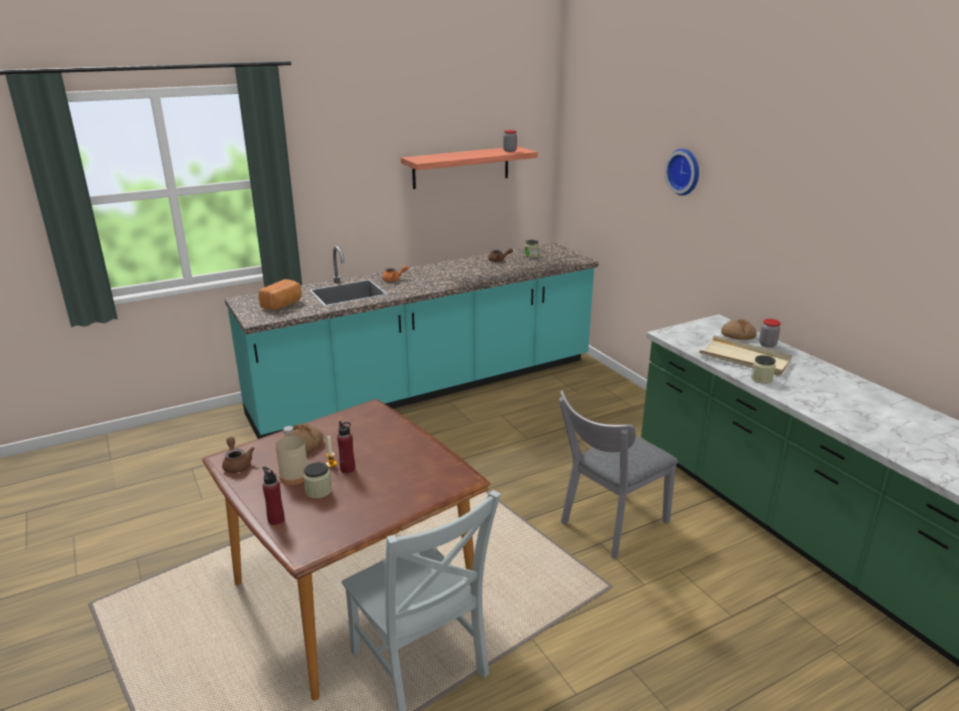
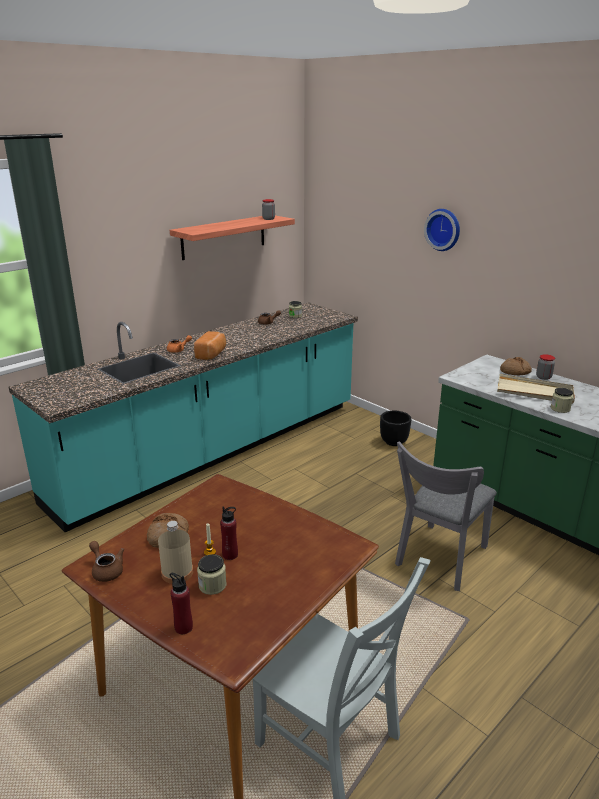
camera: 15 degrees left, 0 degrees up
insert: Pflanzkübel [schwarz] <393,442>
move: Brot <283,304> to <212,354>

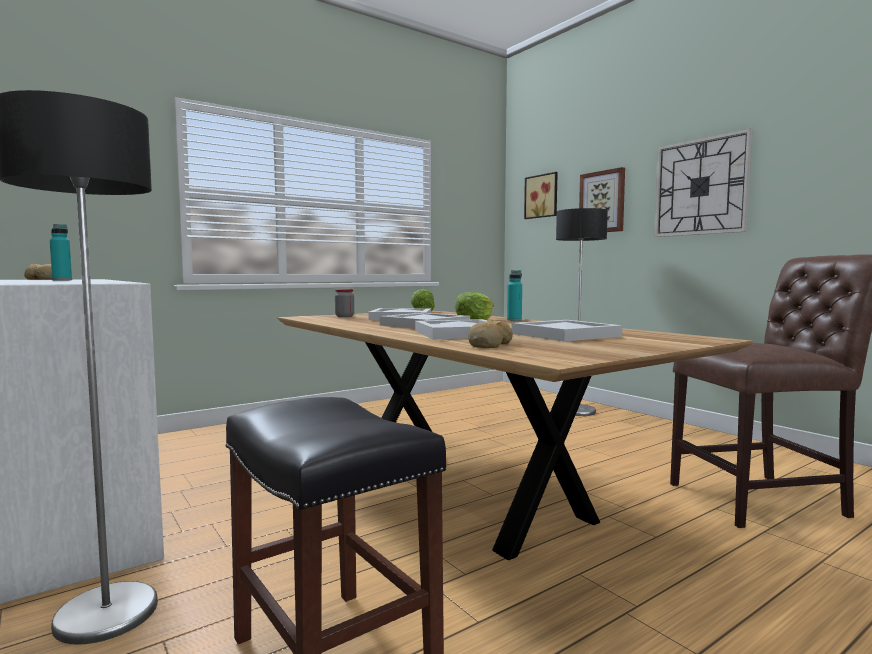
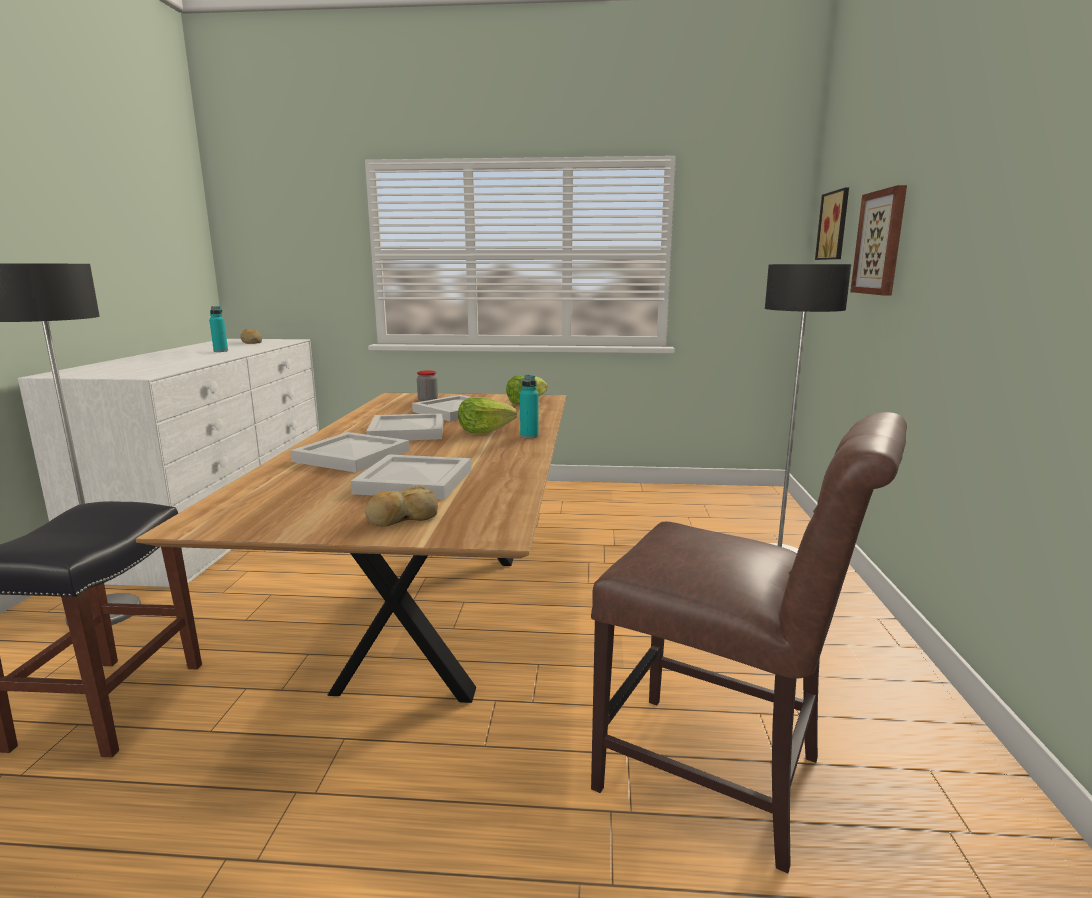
camera: 40 degrees right, 10 degrees up
delete: Wanduhr <700,187>
move: Brot <489,344> to <401,518>

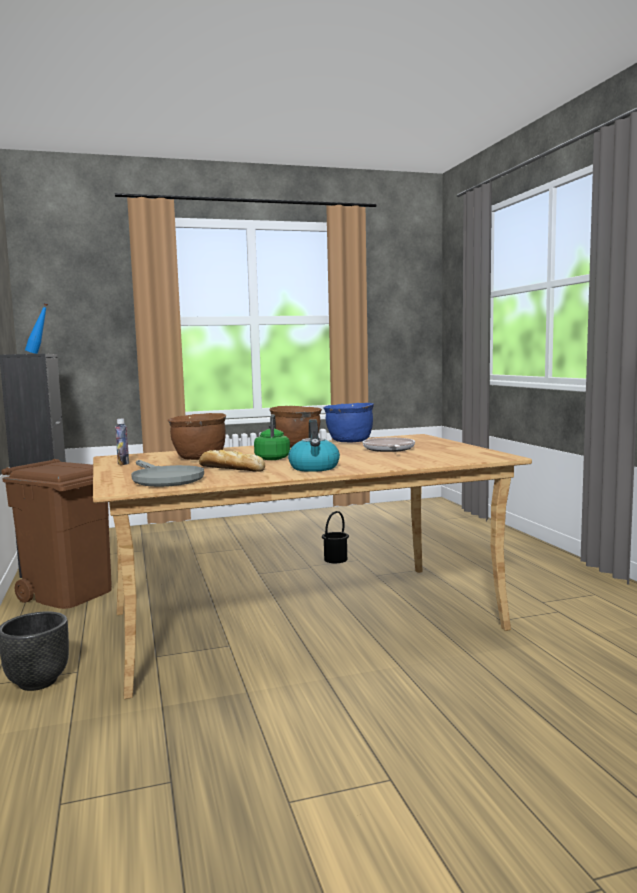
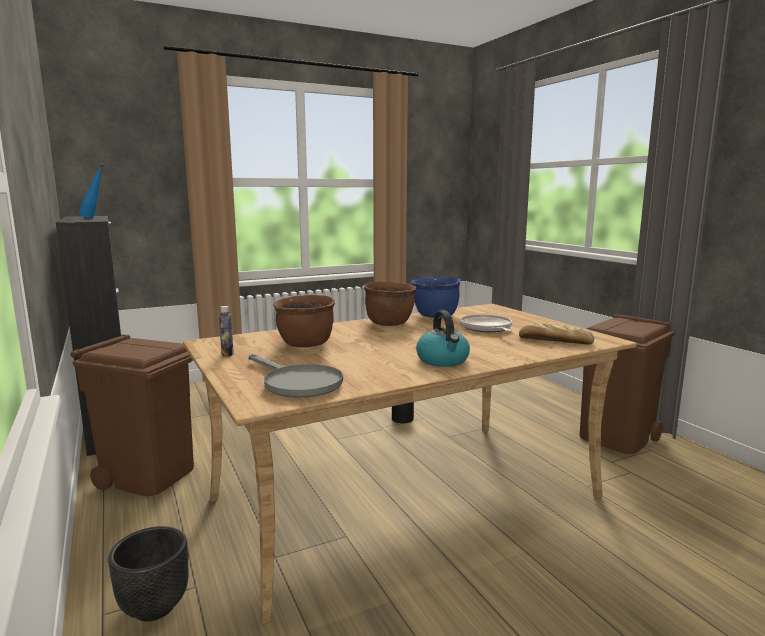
camera: 10 degrees left, 5 degrees up
delete: Wasserkessel [grün] <272,458>
insert: Mülleimer [braun] <616,437>
move: Brot <230,469> to <553,340>

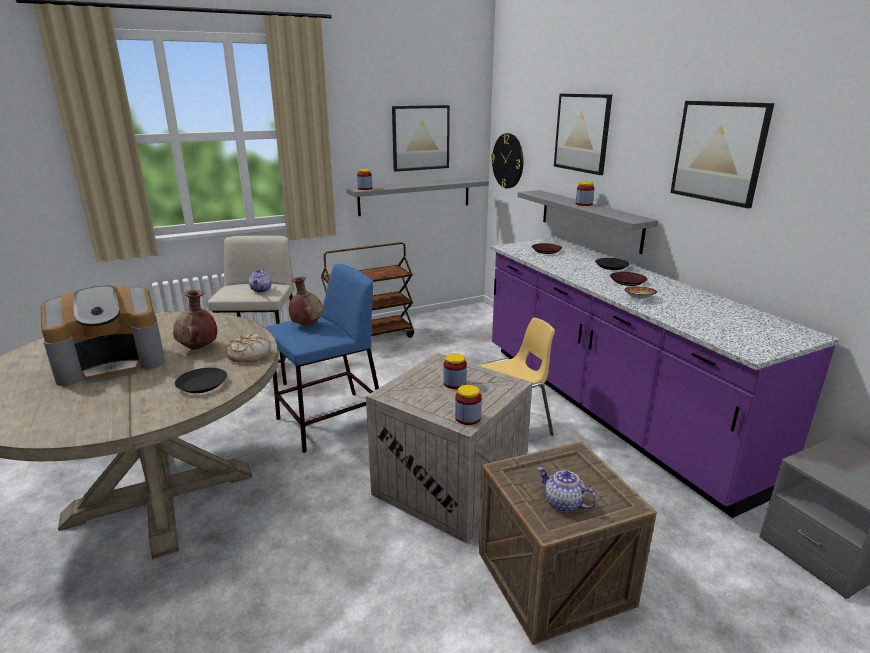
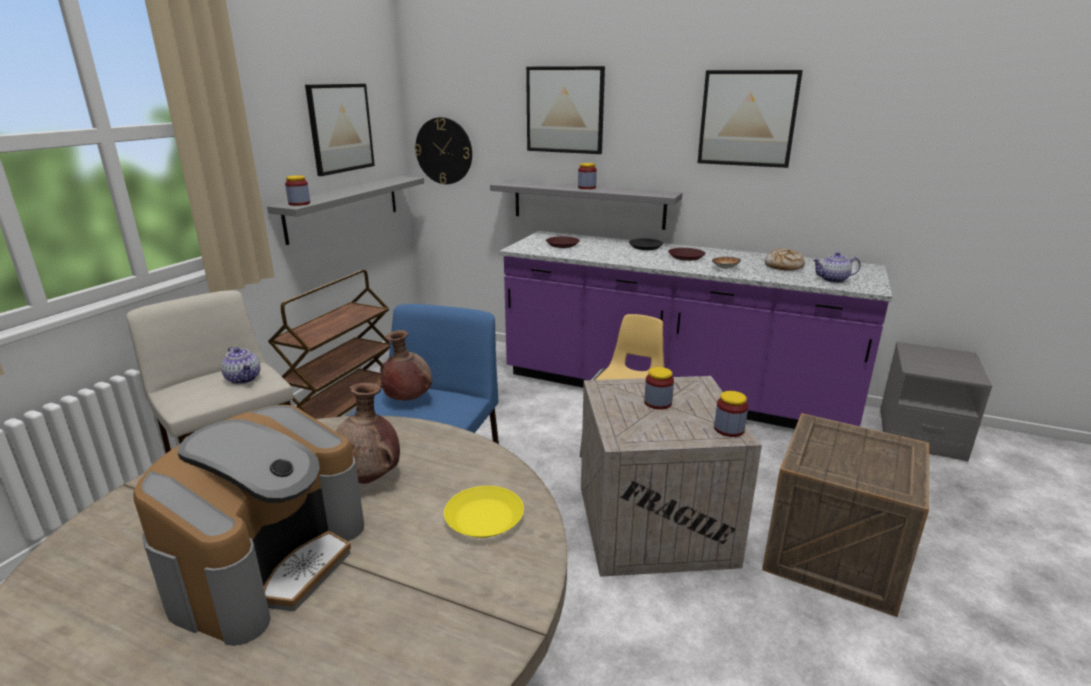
camera: 40 degrees left, 0 degrees up
move: Brot <249,355> to <783,266>; Teekanne <563,503> to <833,280>
recolor: Teller [schwarz] <202,384> to Teller [gelb] <485,518>

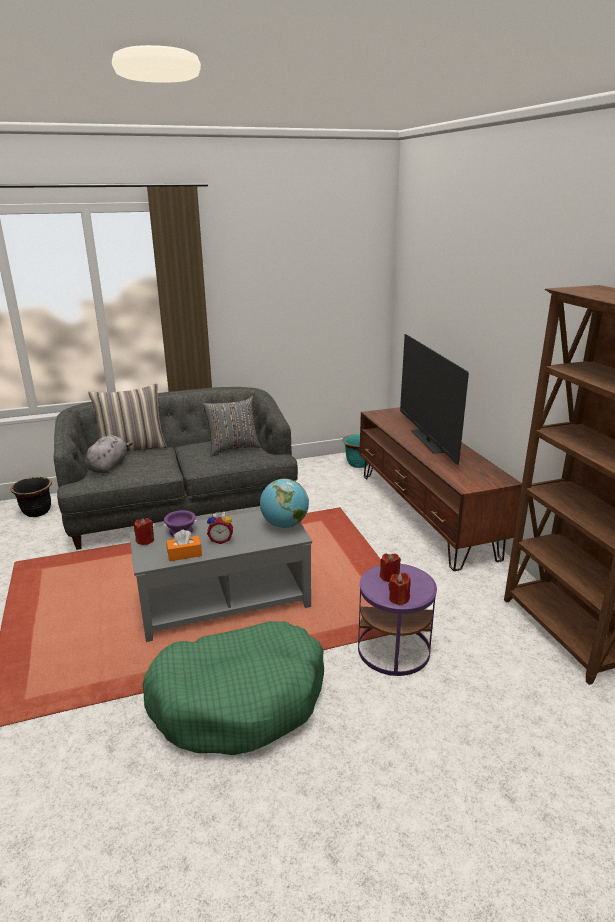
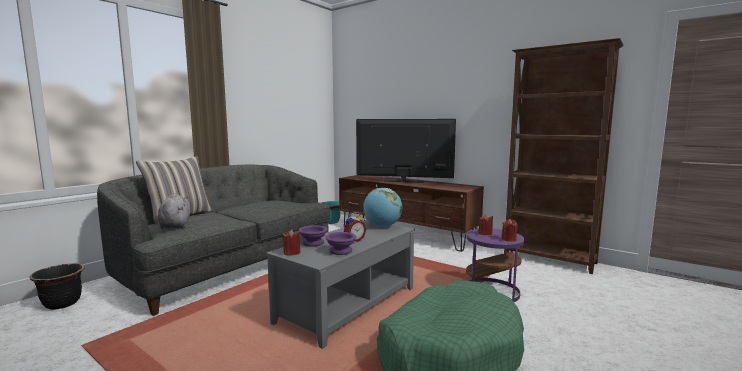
camera: 35 degrees left, 15 degrees down
delete: Kissen [grau] <233,448>
replace: Taschentuchbox [orange] <184,554> to Schüssel [lila] <341,251>
rotate: Fernseher <427,441> = <403,181> 150 degrees clockwise

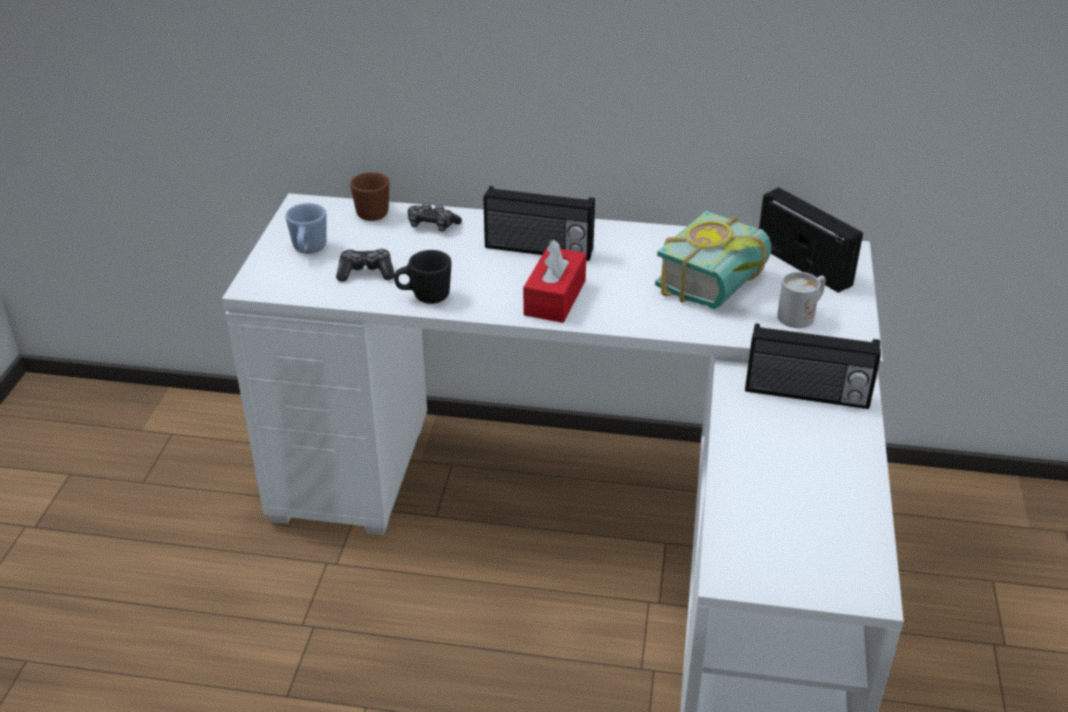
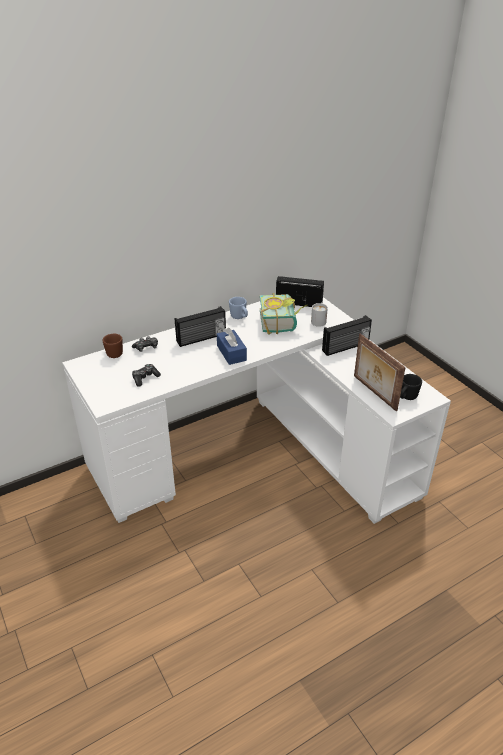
camera: 40 degrees left, 0 degrees up
insert: Bilderrahmen <373,393>
move: Henkelbecher [blau] <308,251> to <239,317>; Henkelbecher [schwarz] <424,296> to <406,397>
recolor: Taschentuchbox [rot] <555,298> to Taschentuchbox [blau] <231,353>

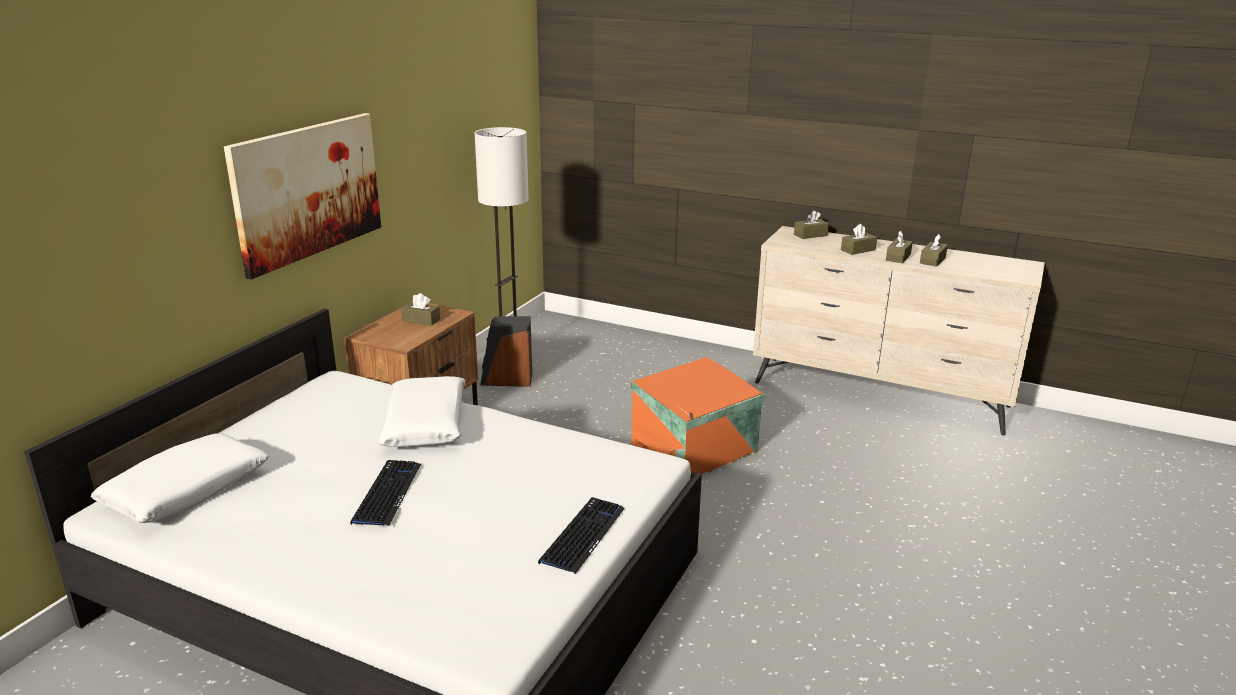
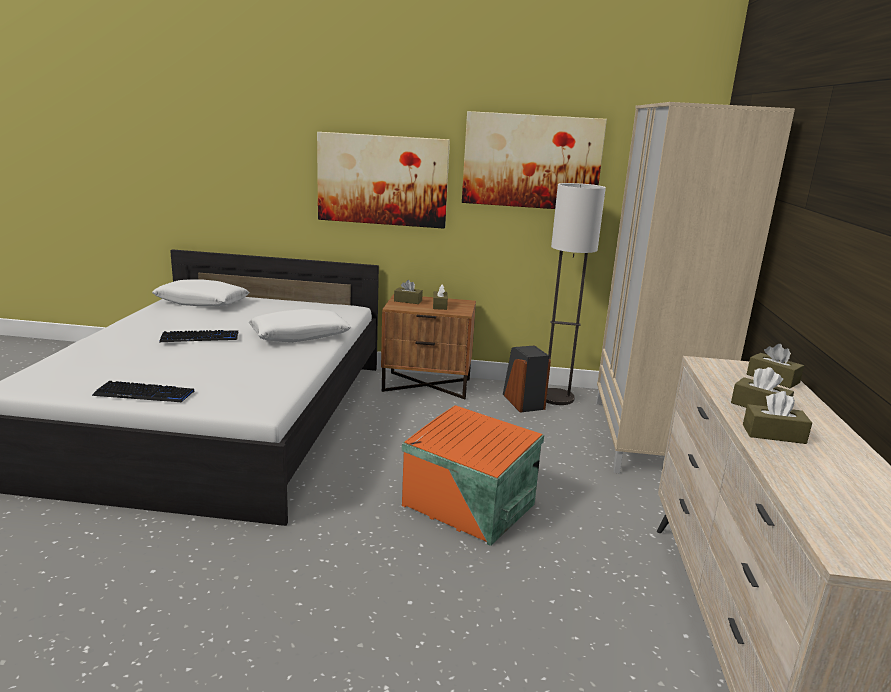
camera: 70 degrees right, 5 degrees down
insert: Bild <531,161>; Kleiderschrank [beige] <648,438>
move: Taschentuchbox [braun] <932,260> to <408,301>

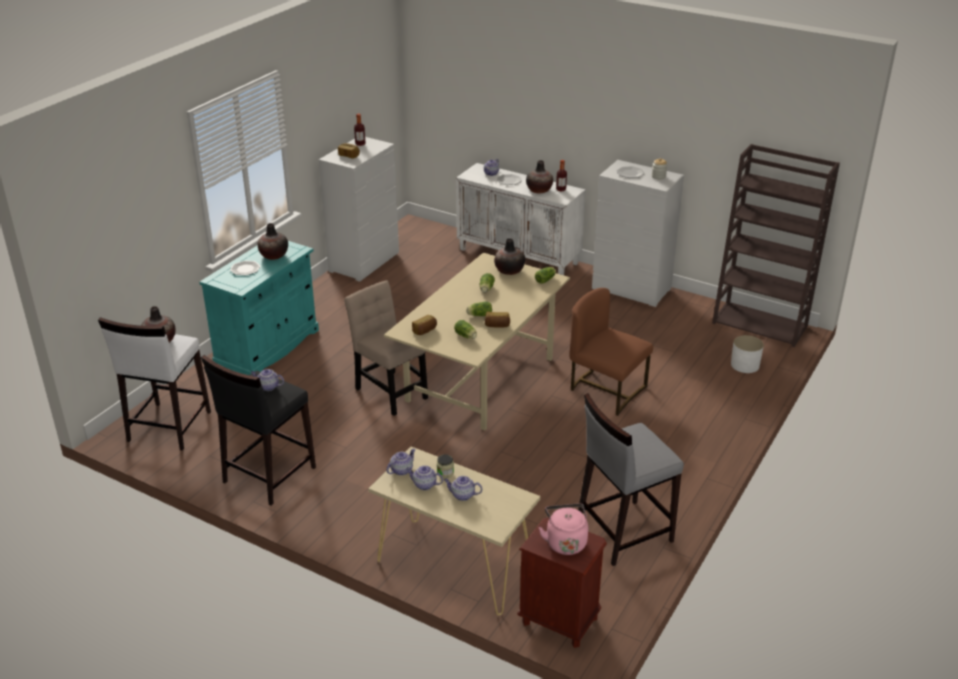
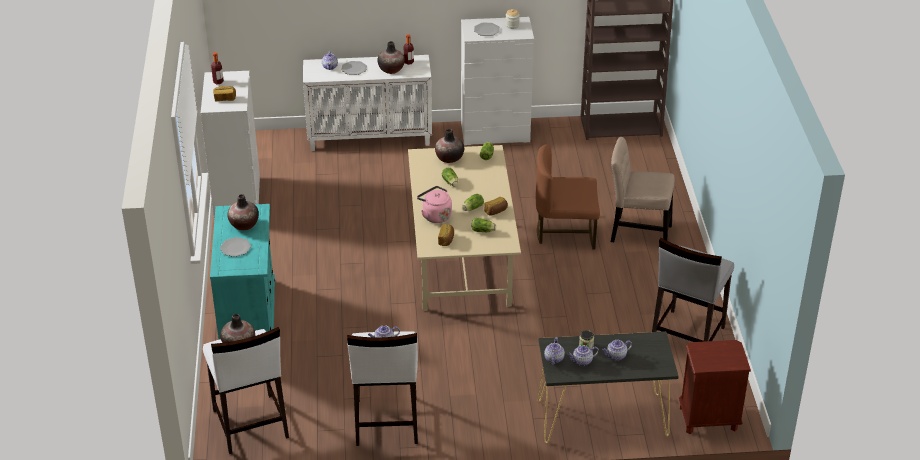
camera: 35 degrees left, 5 degrees up
delete: Pflanzkübel [weiß] <745,365>
move: Wasserkessel [rosa] <565,542> to <435,215>; Stuhl [beige] <389,391> to <637,232>
recolor: Hocker [schwarz] <268,475> to Hocker [weiß] <386,422>; Konsolentisch [beige] <454,566> to Konsolentisch [schwarz] <601,418>

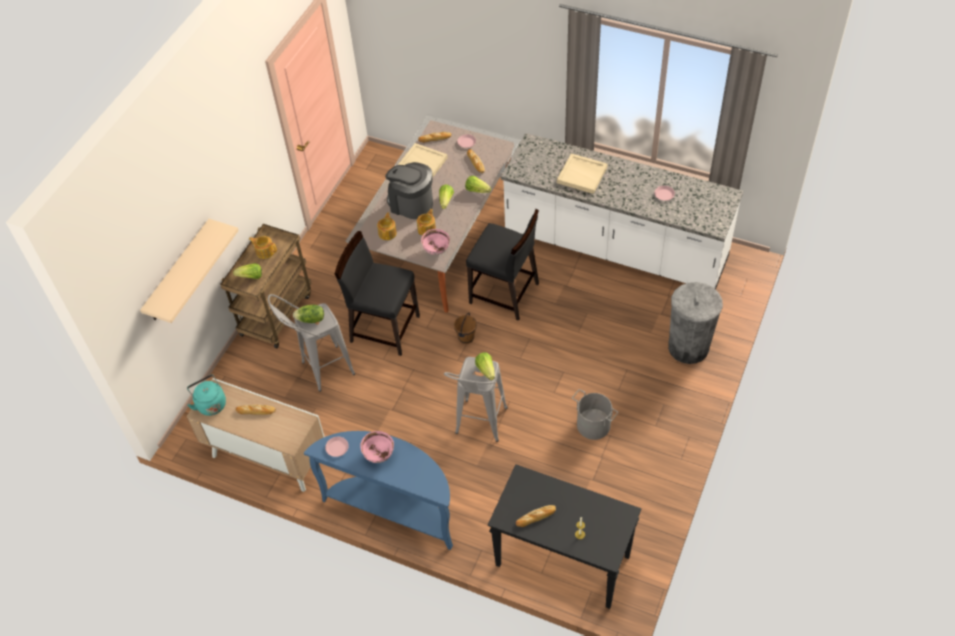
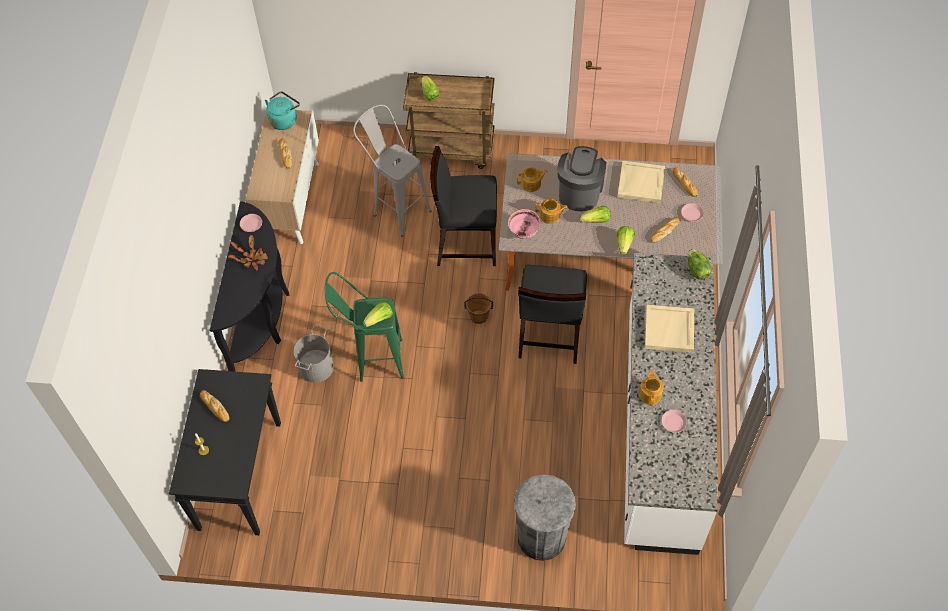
camera: 70 degrees right, 5 degrees up
delete: Wandregal [beige] <179,272>
move: Eimer [grau] <593,424> to <316,367>; Teekanne <265,251> to <650,394>; Salatkopf <311,319> to <696,270>
replace: Schüssel [rosa] <379,455> to Topfpflanze <252,259>
recolor: Konsolentisch [blau] <394,509> to Konsolentisch [schwarz] <262,317>; Hocker [grau] <479,428> to Hocker [grün] <371,360>
rotate: Stuhl [schwarz] <384,328> = <466,242> 90 degrees counterclockwise

